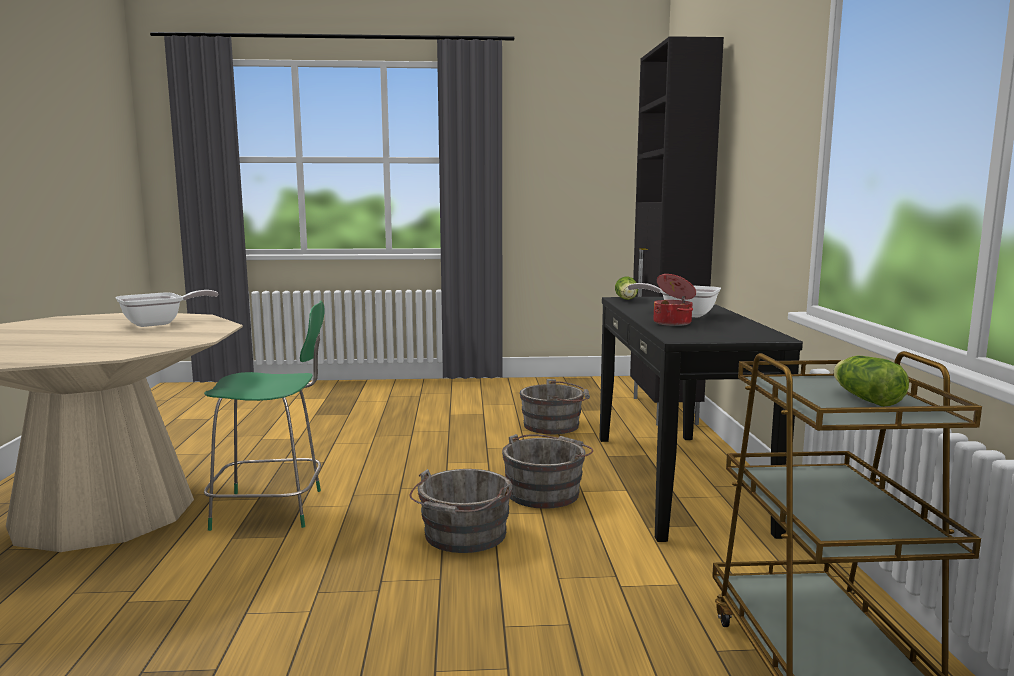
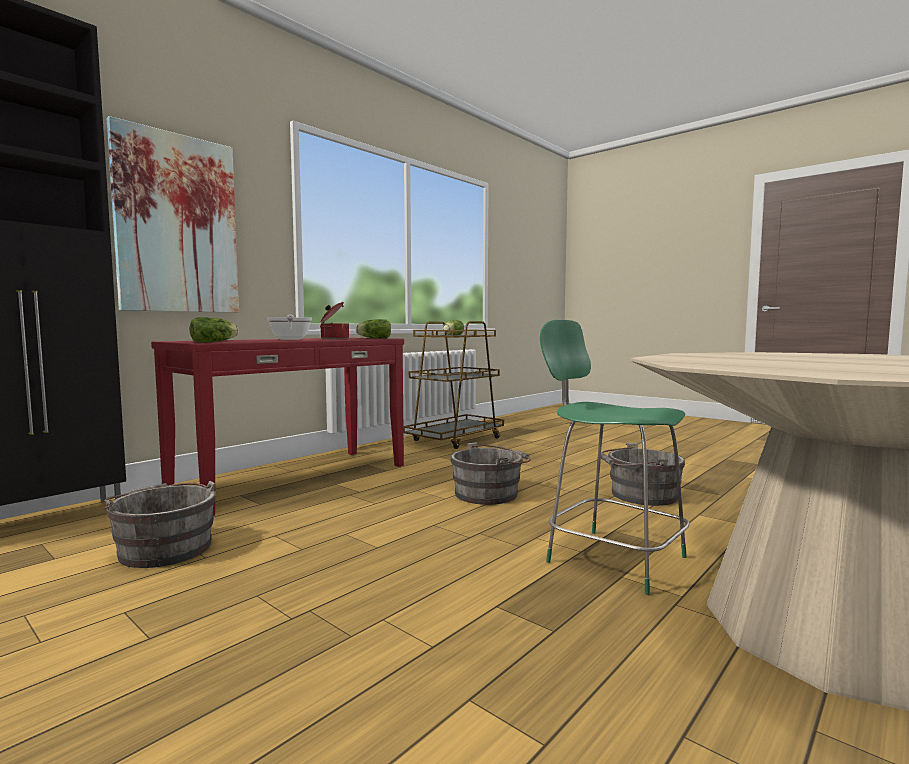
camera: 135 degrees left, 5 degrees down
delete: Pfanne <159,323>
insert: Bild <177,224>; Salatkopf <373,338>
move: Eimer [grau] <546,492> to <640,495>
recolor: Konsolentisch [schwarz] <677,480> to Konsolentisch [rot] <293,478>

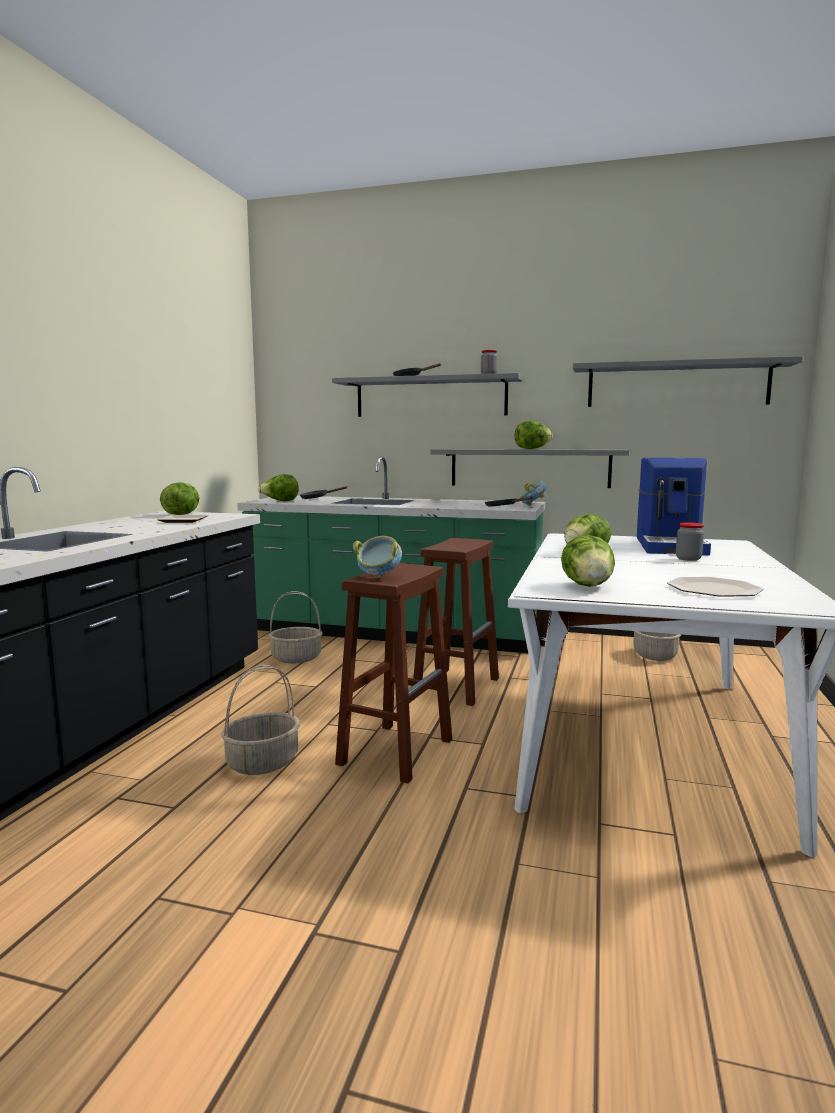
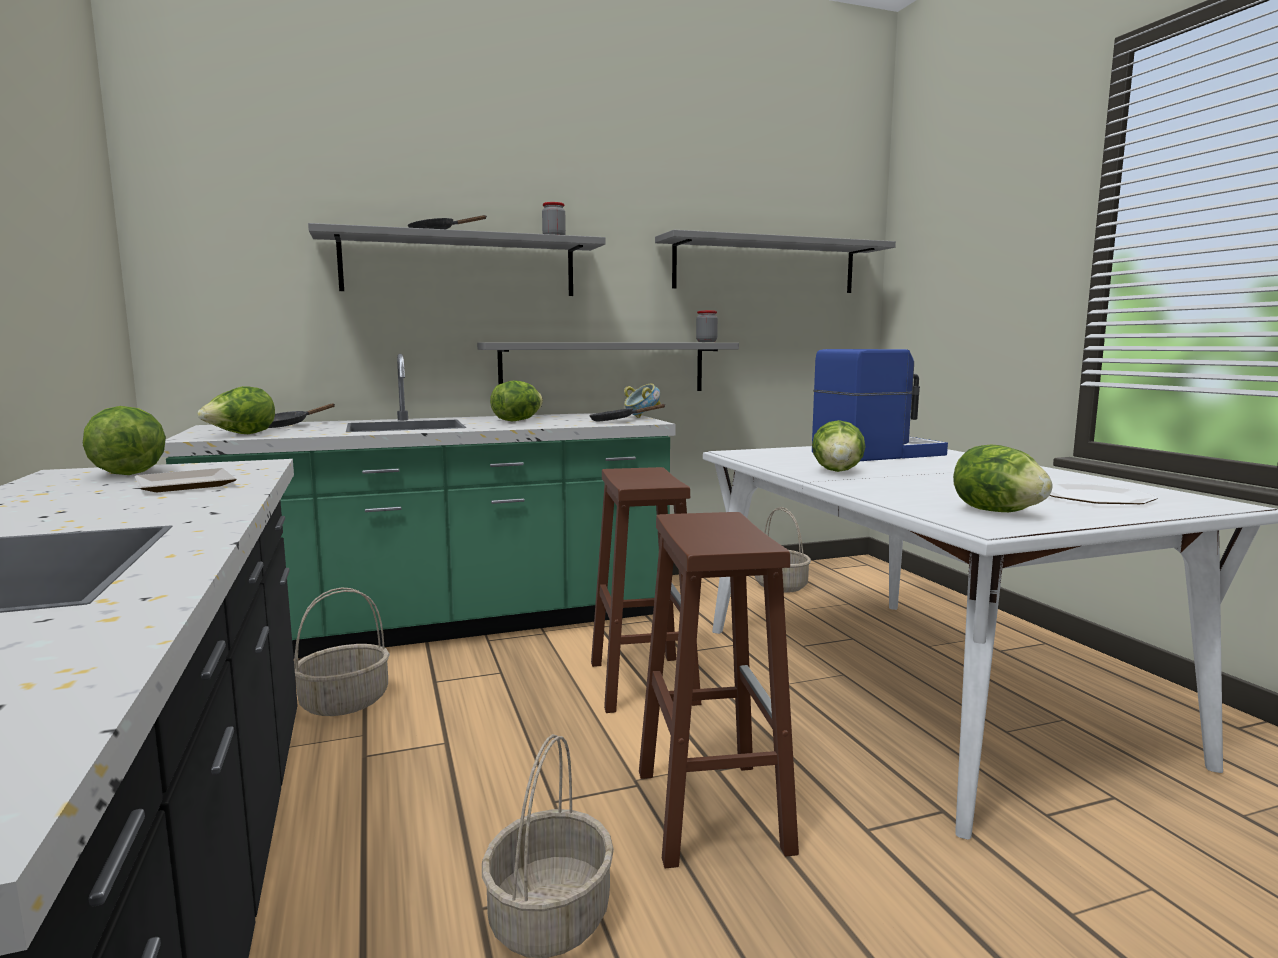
camera: 35 degrees left, 0 degrees up
delete: Schüssel <378,577>
move: Salatkopf <532,449> to <517,421>; Vorratsglas <688,559> to <706,342>
rotate: Kaffeemaschine <671,546> = <875,454> 90 degrees counterclockwise

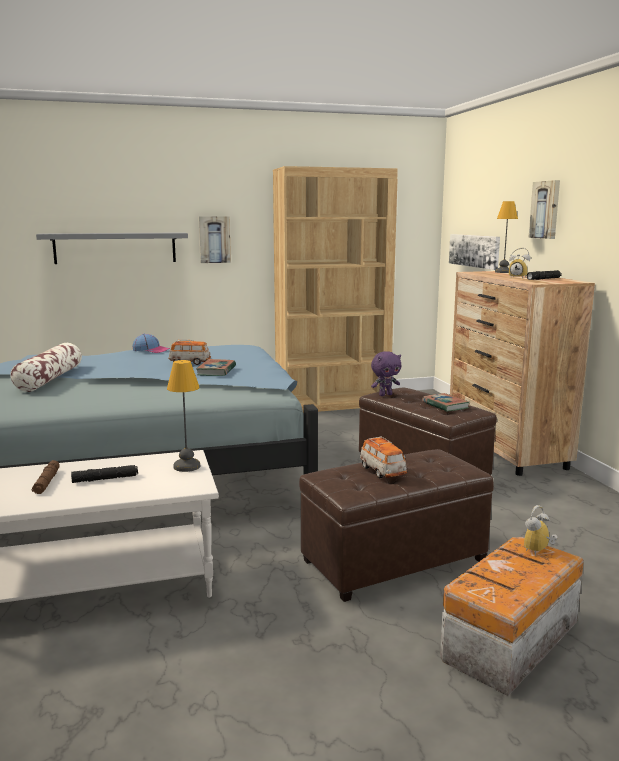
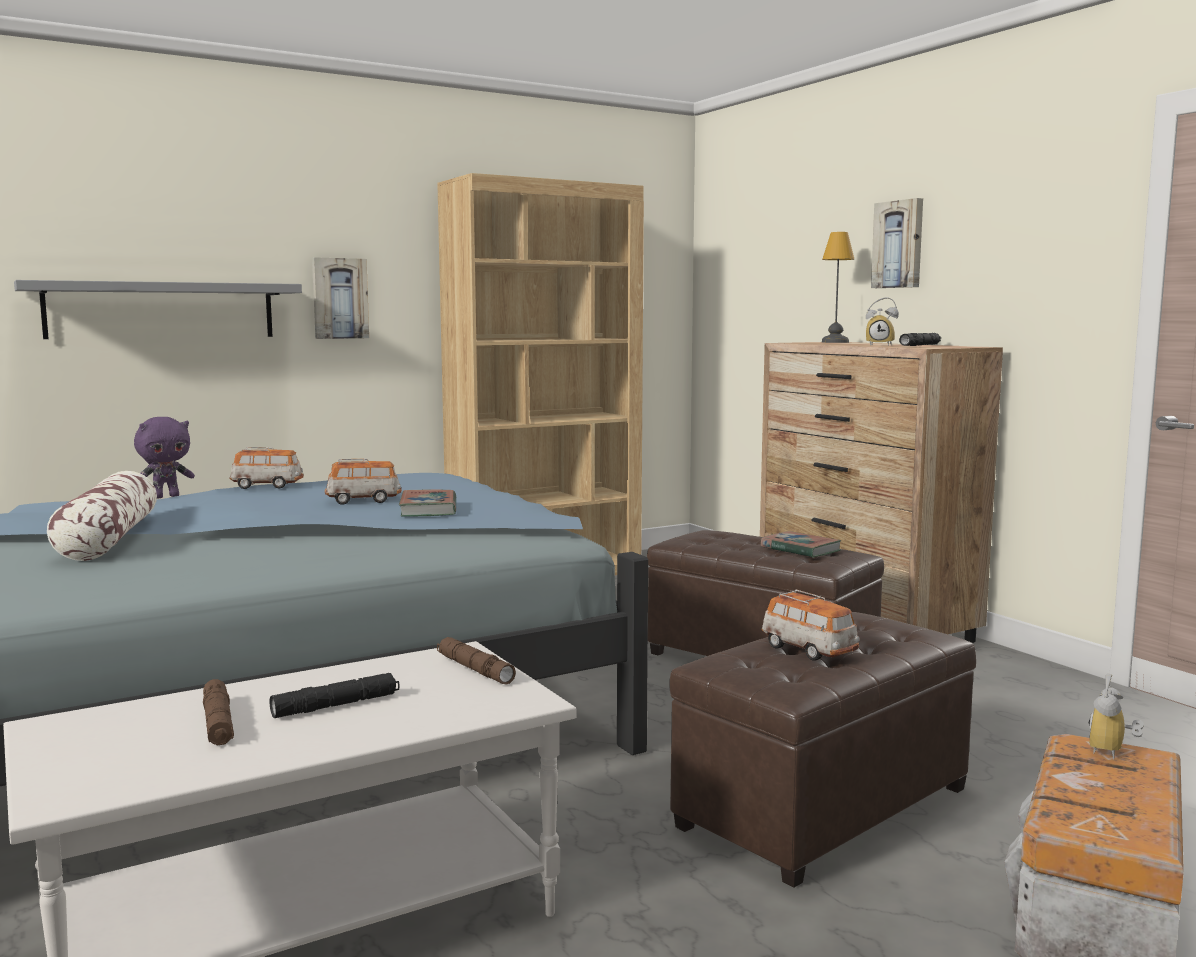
camera: 15 degrees left, 5 degrees down
delete: Bild <474,250>
move: Plüschtier [lila] <385,395> to <166,496>
replace: Kappe <151,350> to Spielzeugauto <267,486>; Tischlampe <187,466> to Taschenlampe [braun] <475,669>

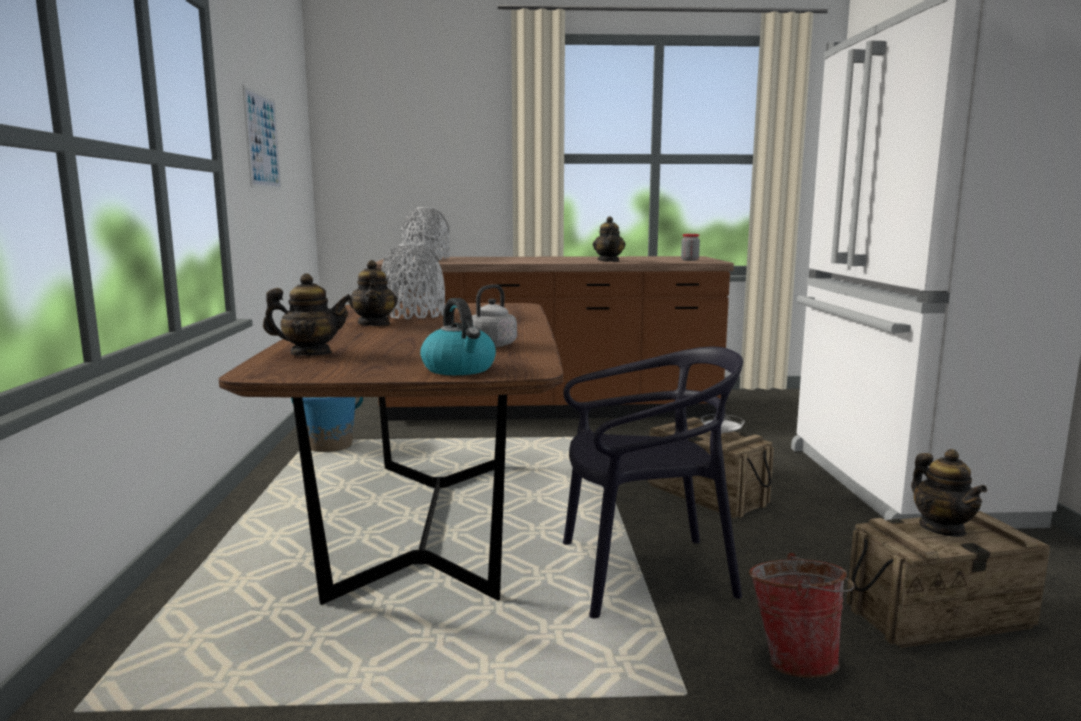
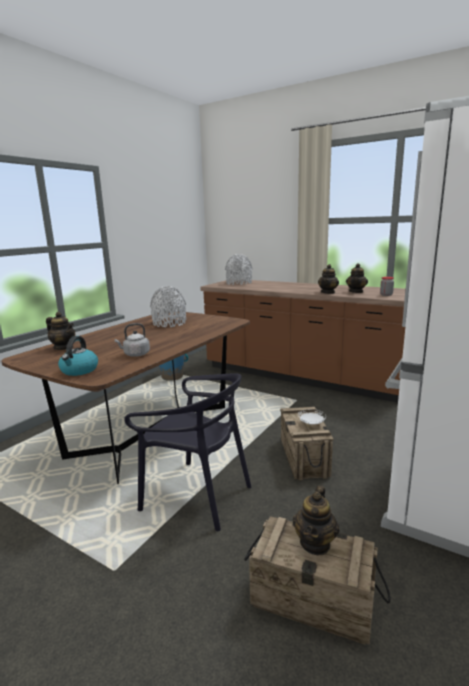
camera: 35 degrees right, 5 degrees up
delete: Bild <262,141>; Eimer <794,659>
move: Teekanne <374,324> to <356,291>

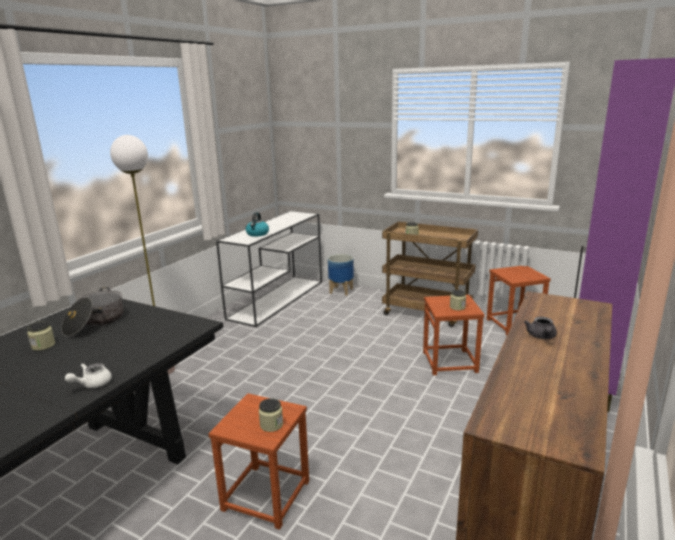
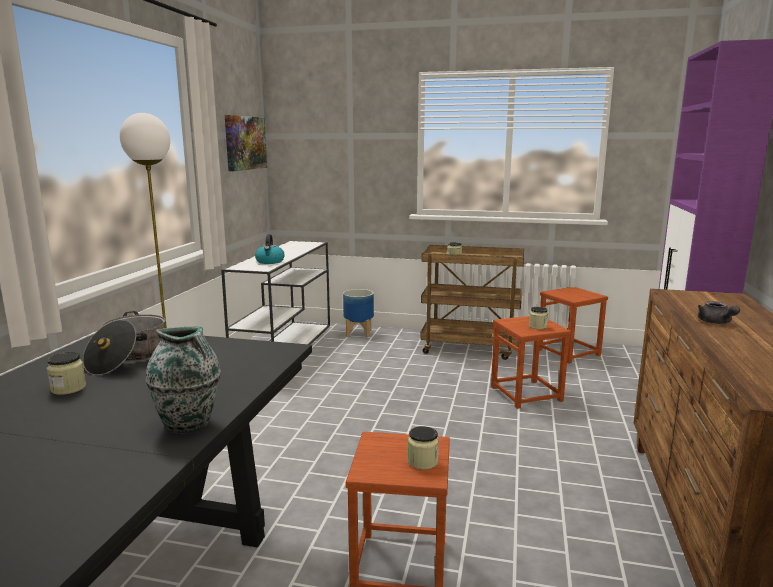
camera: 15 degrees left, 5 degrees down
insert: Bild <245,143>
replace: Teekanne [weiß] <92,384> to Vase <189,424>

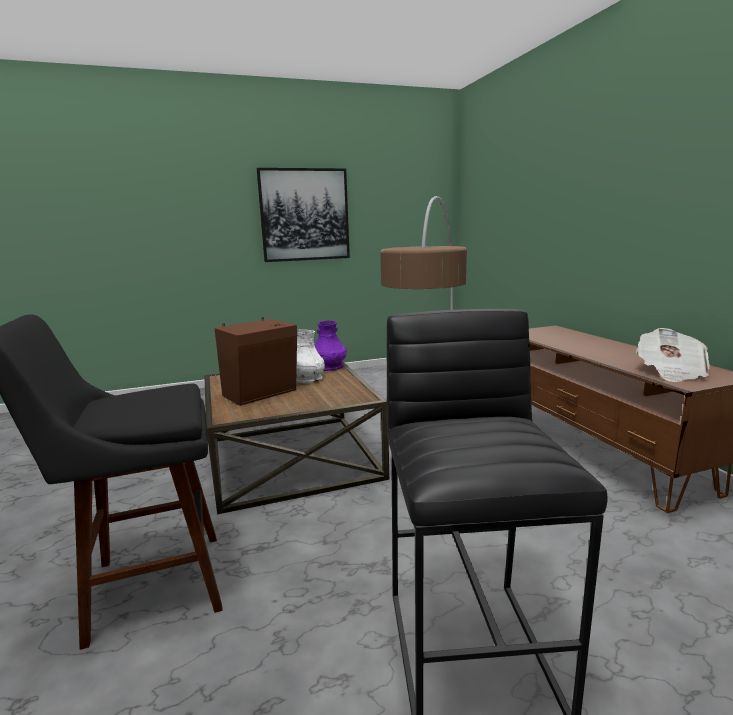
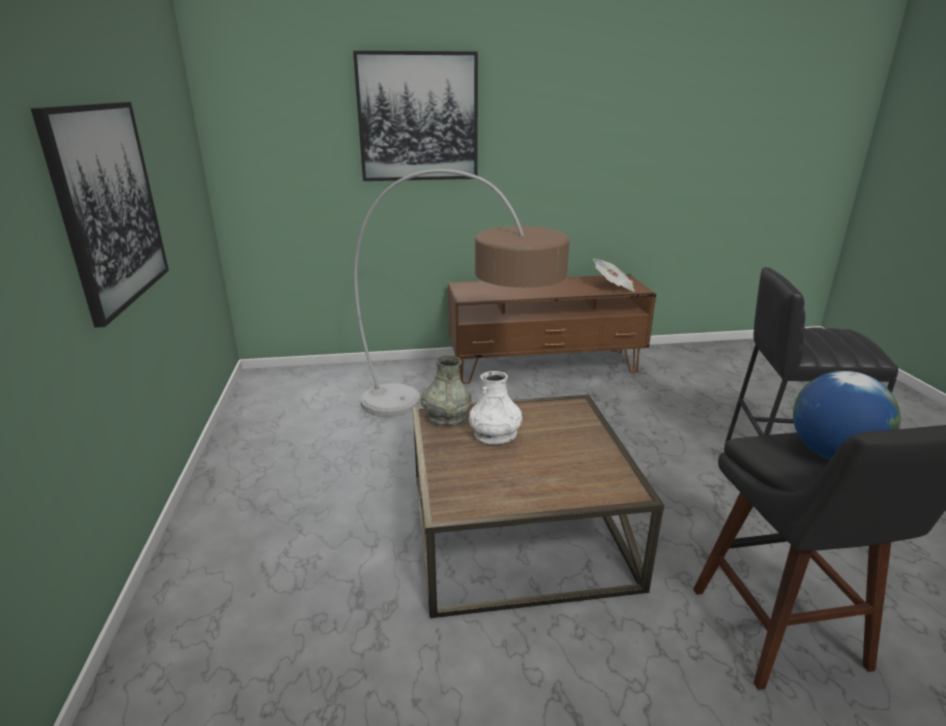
camera: 80 degrees left, 10 degrees up
delete: Lautsprecher [braun] <262,393>
insert: Bild <418,118>; Globus <832,454>
recolor: Vase [lila] <328,366> to Vase [grau] <446,416>

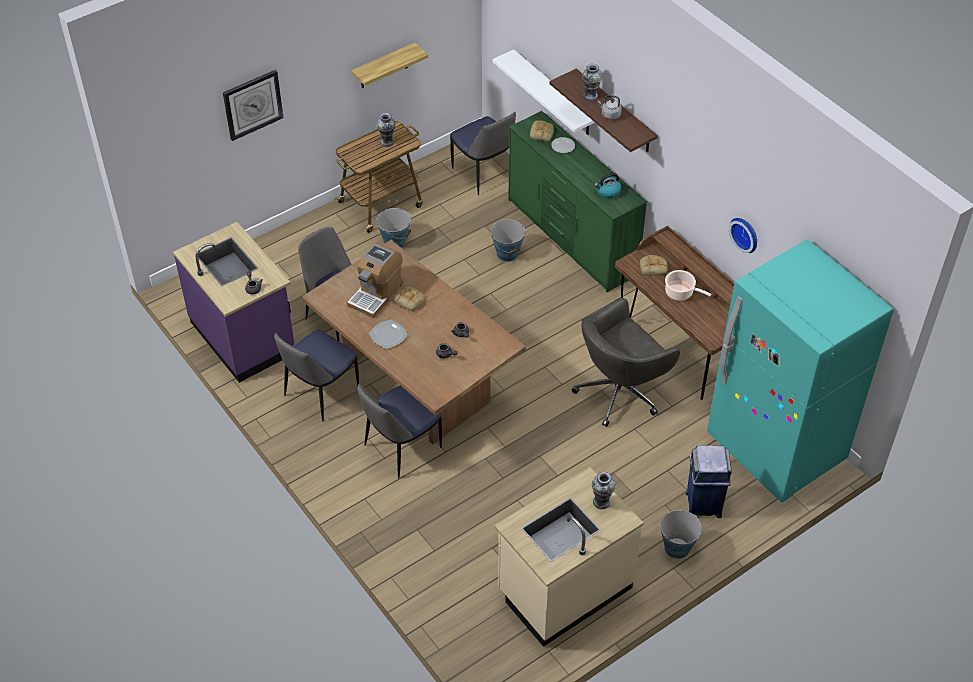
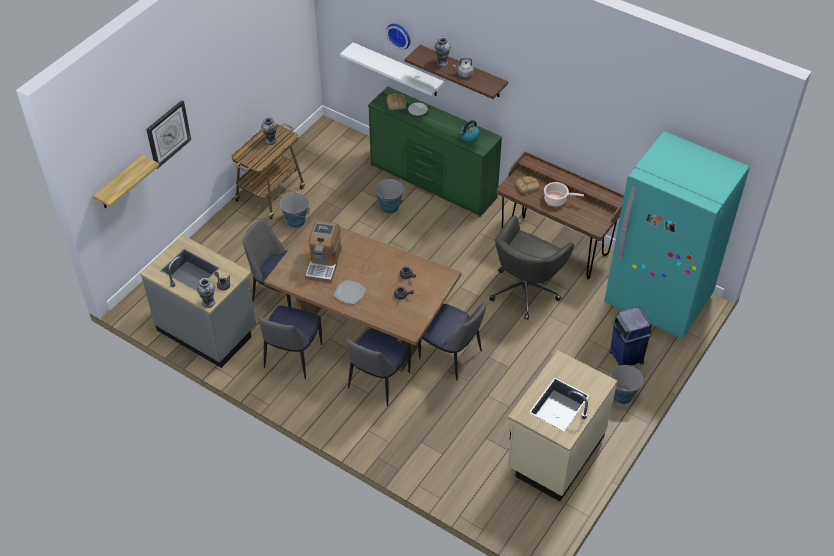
camera: 20 degrees left, 0 degrees up
delete: Brot <410,300>
move: Wandregal <383,66> to <120,183>; Vase <601,502> to <208,302>; Wanduhr <746,233> to <399,35>; Stuhl <484,174> to <451,356>
recolor: Küchenzeile [lila] <244,336> to Küchenzeile [grau] <208,329>

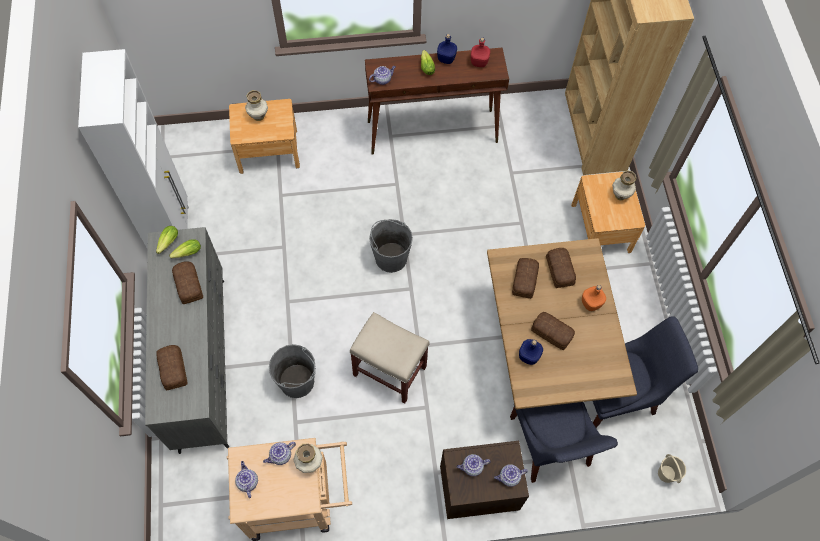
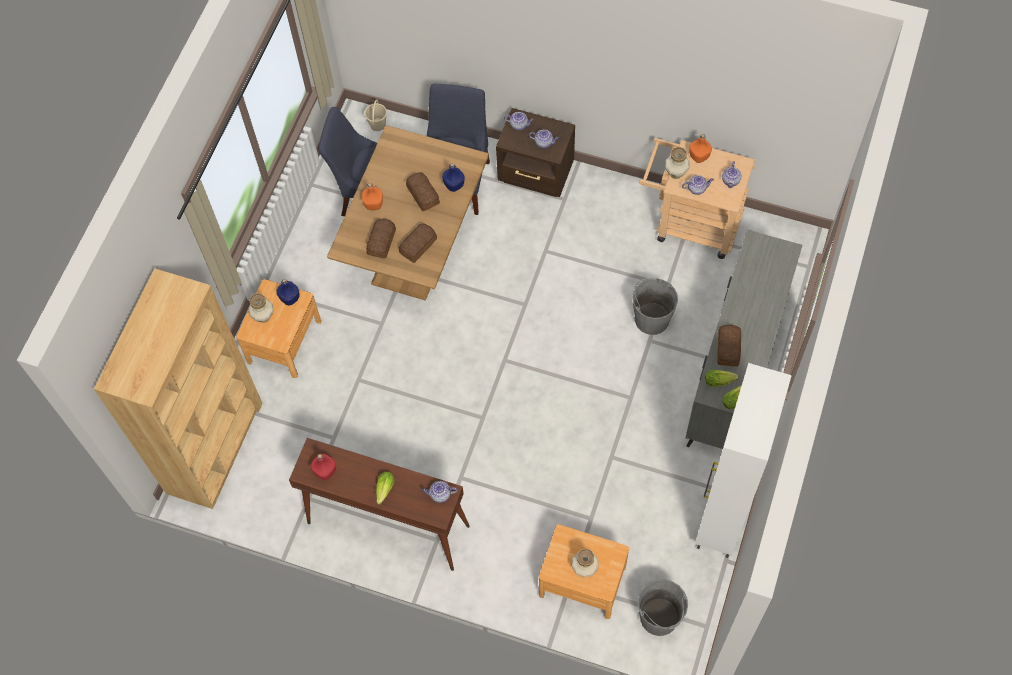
camera: 150 degrees left, 0 degrees up
delete: Brot <172,370>; Hocker [beige] <391,371>
insert: Flasche [orange] <698,156>
move: Flasche [blau] <446,59> to <290,298>; Eimer [grau] <391,257> to <659,617>

